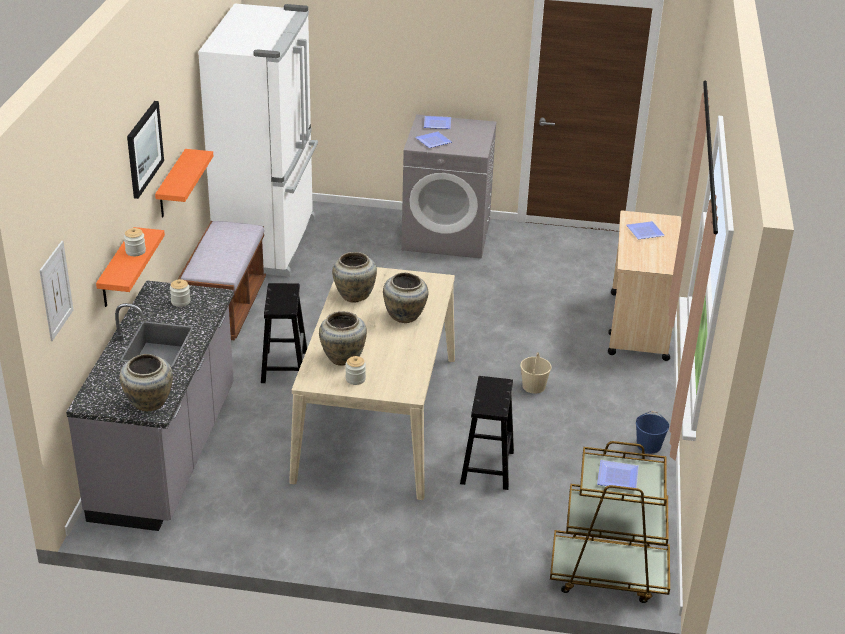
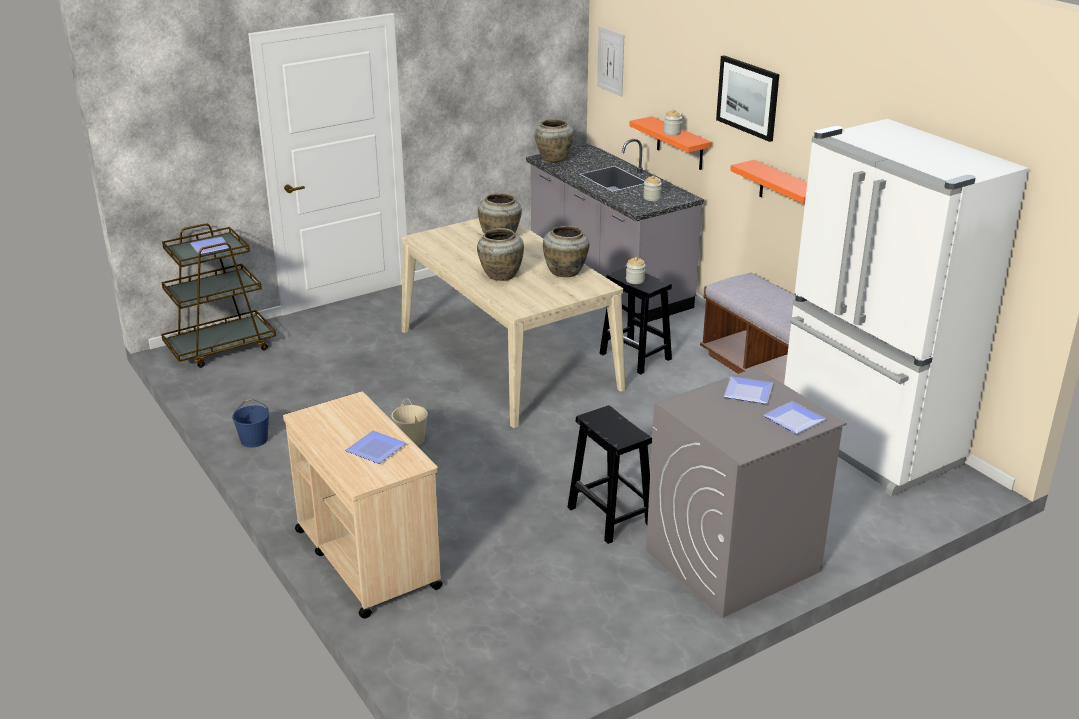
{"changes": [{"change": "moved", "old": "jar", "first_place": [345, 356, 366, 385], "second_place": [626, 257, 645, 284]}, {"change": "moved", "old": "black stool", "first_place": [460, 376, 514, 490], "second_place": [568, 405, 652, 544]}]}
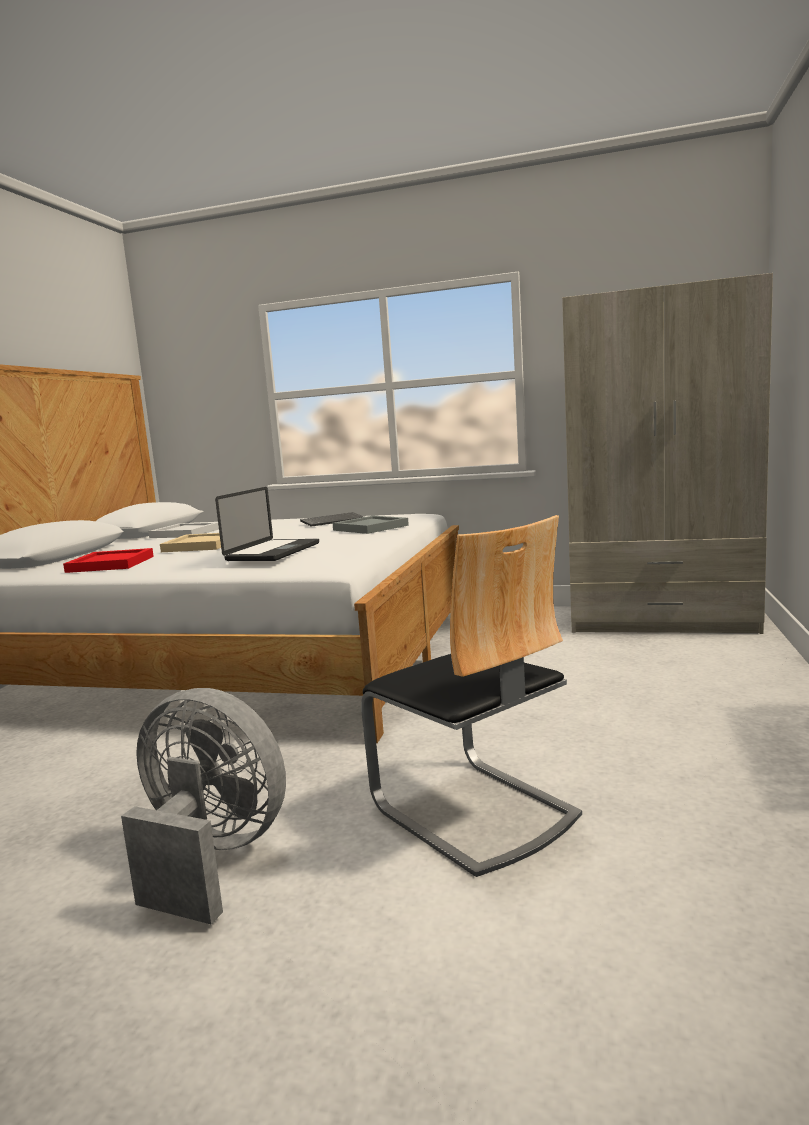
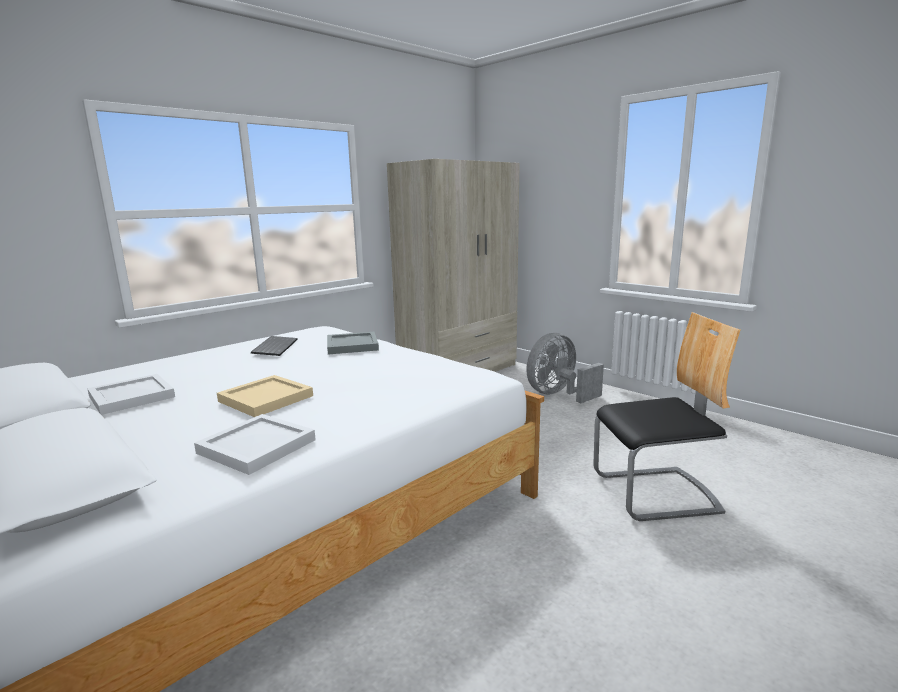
{"changes": [{"change": "removed", "old": "laptop", "first_place": [215, 487, 319, 561]}, {"change": "moved", "old": "grey fan", "first_place": [121, 688, 286, 924], "second_place": [526, 333, 604, 403]}, {"change": "recoloured", "old": "red tray", "new": "white tray", "first_place": [63, 548, 154, 573], "second_place": [194, 414, 316, 475]}]}
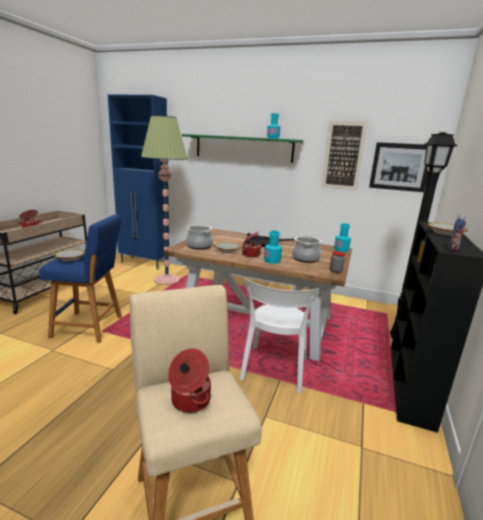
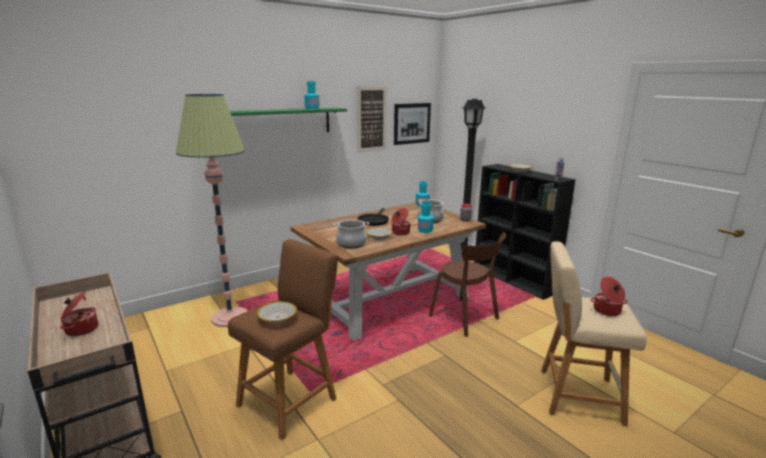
{"changes": [{"change": "removed", "old": "blue cabinet", "first_place": [108, 94, 169, 270]}, {"change": "recoloured", "old": "blue stool", "new": "brown stool", "first_place": [39, 215, 122, 343], "second_place": [228, 239, 338, 440]}, {"change": "recoloured", "old": "white chair", "new": "brown chair", "first_place": [239, 277, 319, 393], "second_place": [429, 232, 506, 337]}]}
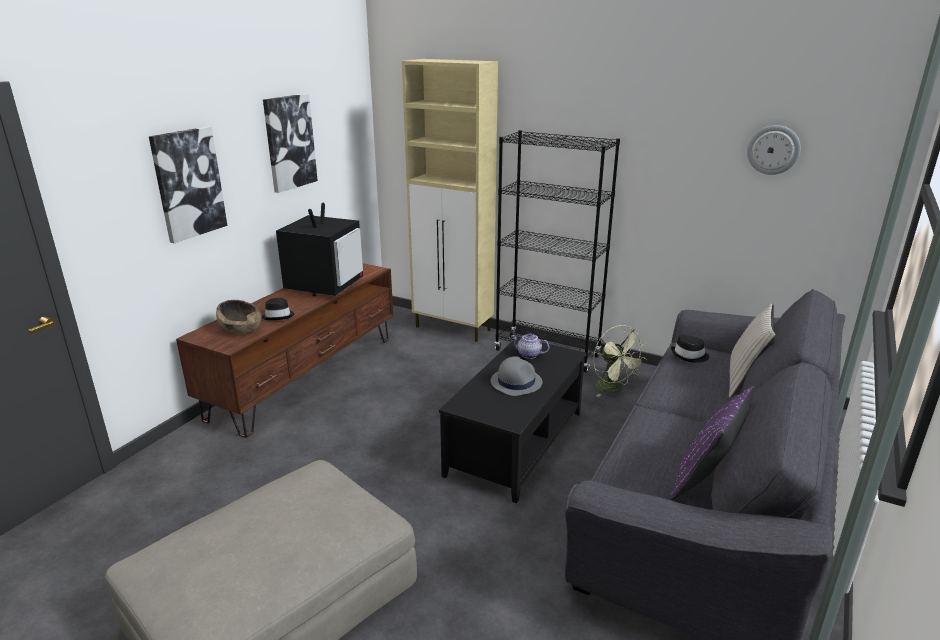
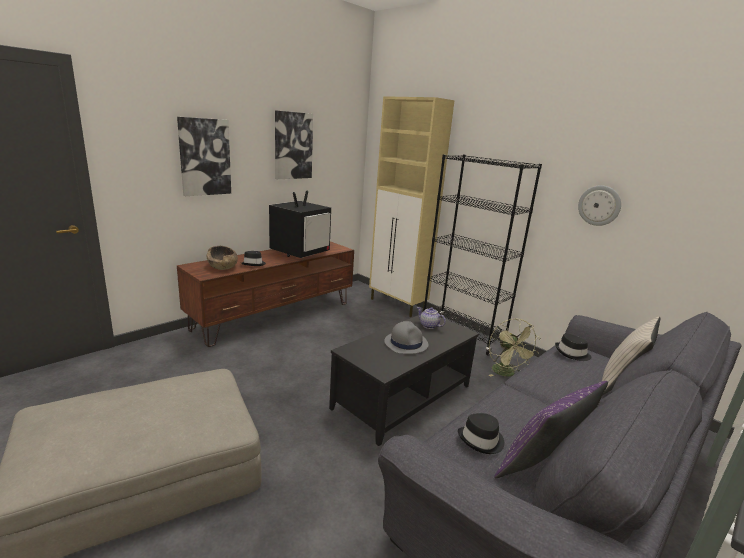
{"changes": [{"change": "added", "new": "black hat", "second_place": [458, 413, 504, 454]}, {"change": "moved", "old": "wall clock", "first_place": [747, 125, 801, 175], "second_place": [578, 185, 621, 226]}]}
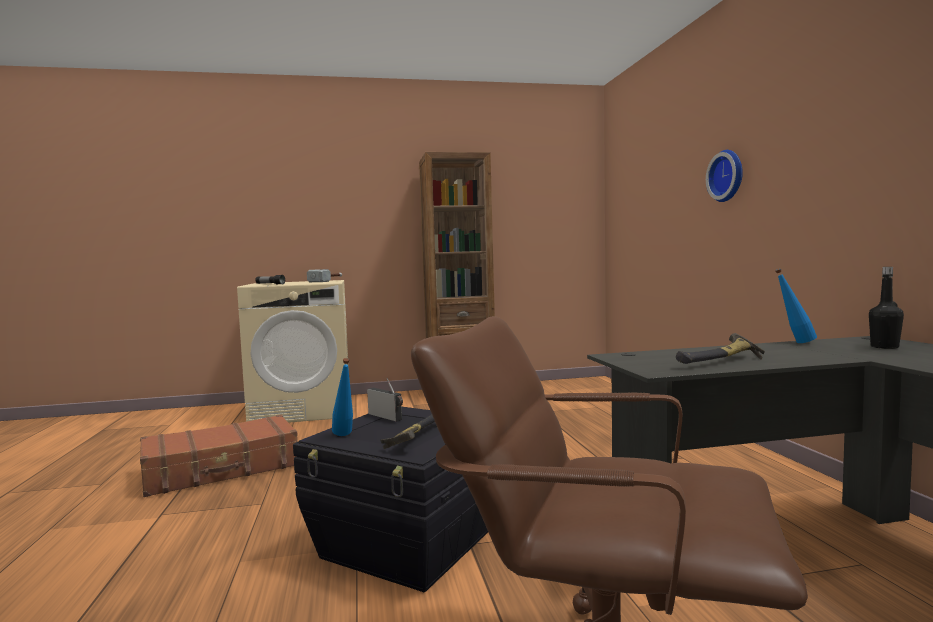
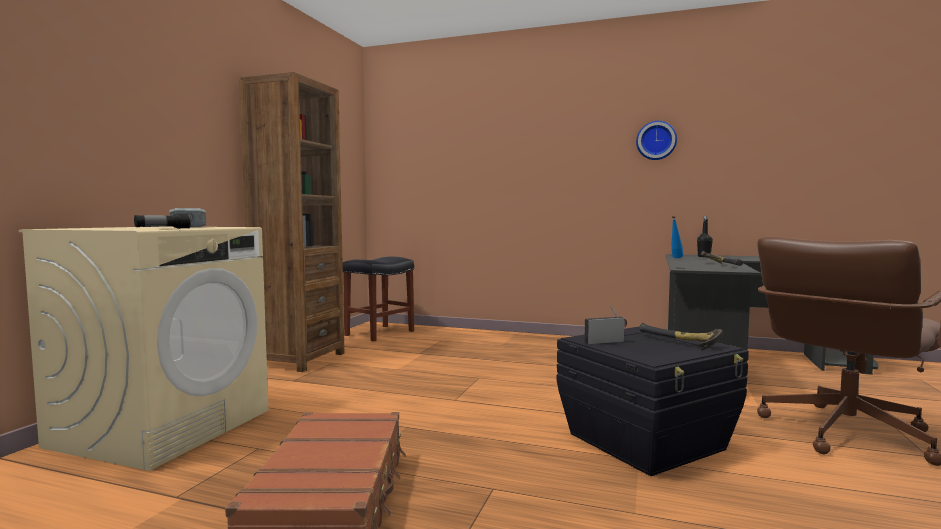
{"changes": [{"change": "removed", "old": "blue bottle", "first_place": [332, 358, 353, 436]}, {"change": "added", "new": "black stool", "second_place": [342, 257, 414, 342]}, {"change": "moved", "old": "wall clock", "first_place": [706, 150, 743, 202], "second_place": [636, 121, 677, 160]}]}
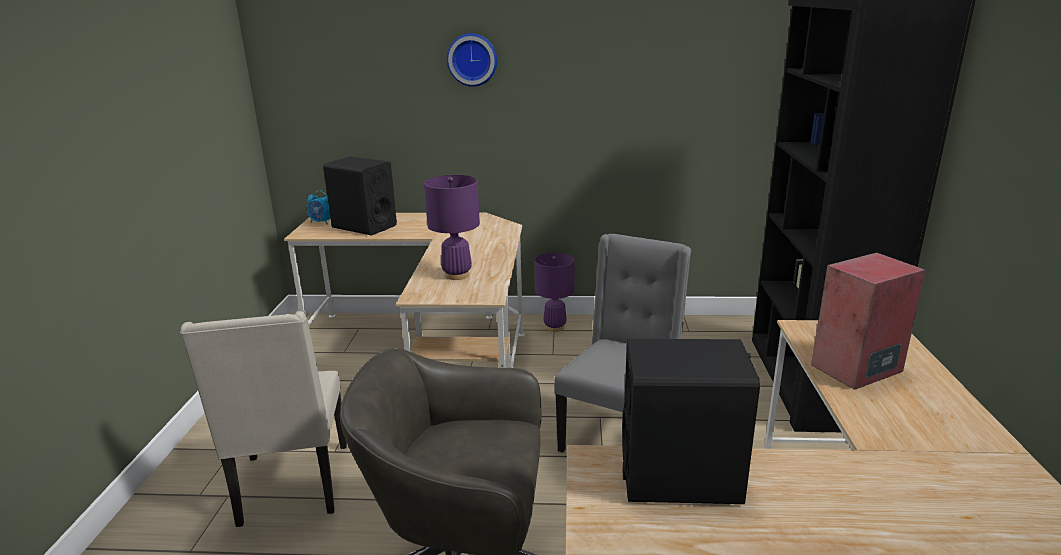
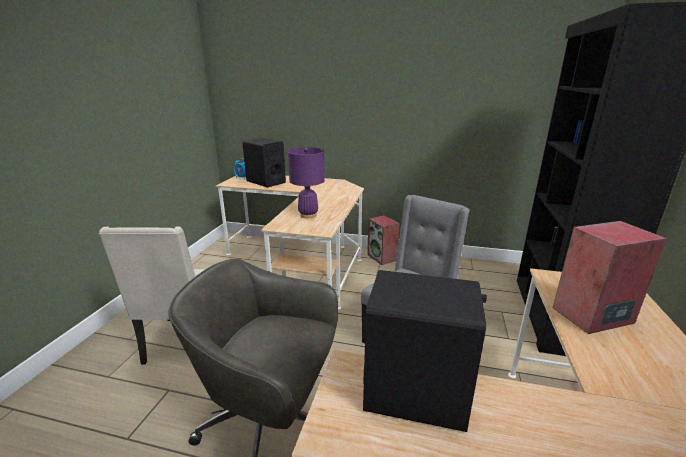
{"changes": [{"change": "removed", "old": "wall clock", "first_place": [447, 33, 497, 87]}, {"change": "replaced", "old": "purple table lamp", "new": "speaker", "first_place": [535, 252, 575, 332], "second_place": [367, 215, 400, 265]}]}
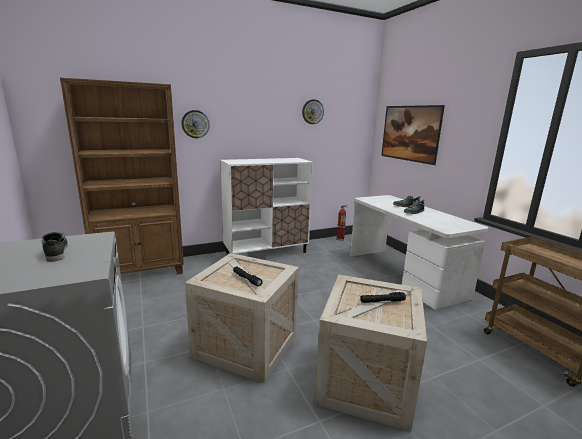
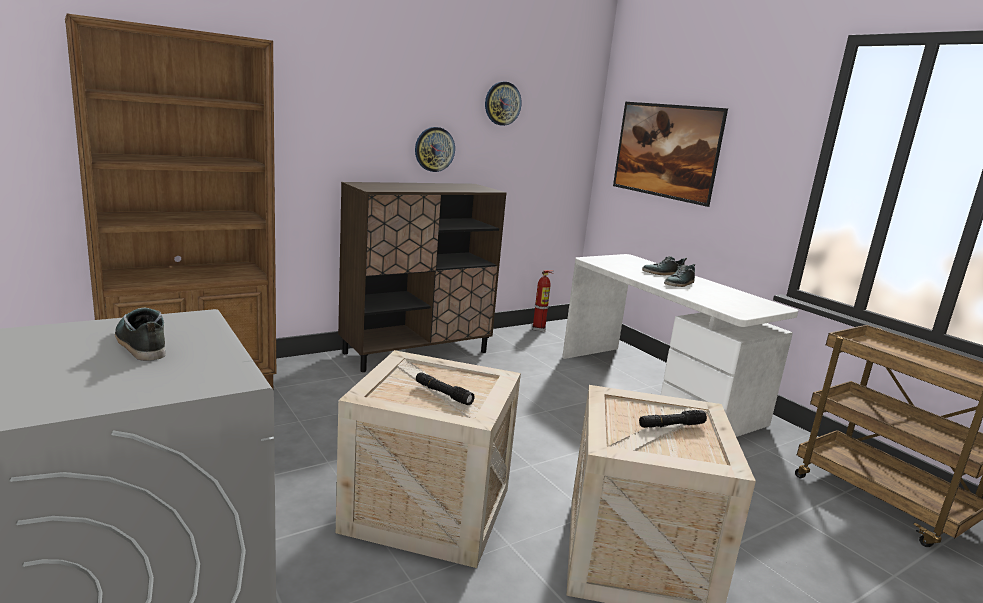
{"changes": [{"change": "moved", "old": "wall clock", "first_place": [181, 110, 210, 138], "second_place": [415, 127, 455, 172]}, {"change": "recoloured", "old": "white cabinet", "new": "brown cabinet", "first_place": [221, 158, 313, 254], "second_place": [338, 182, 506, 372]}]}
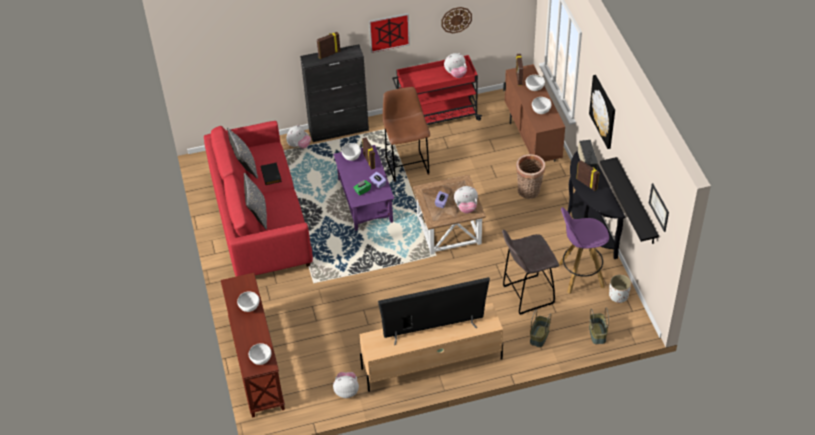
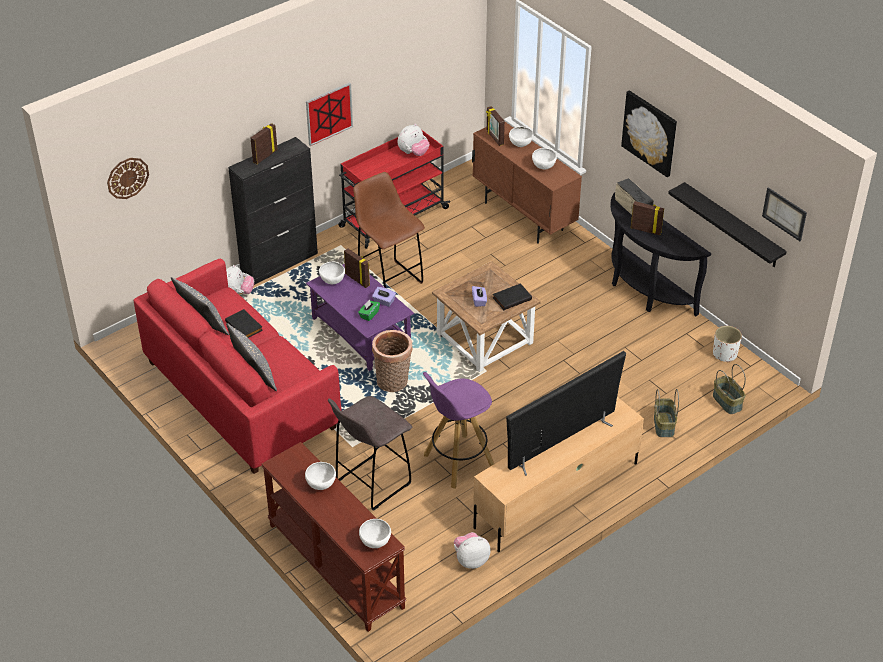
{"changes": [{"change": "moved", "old": "wall clock", "first_place": [441, 7, 472, 33], "second_place": [107, 158, 149, 199]}, {"change": "moved", "old": "grey stool", "first_place": [502, 230, 559, 315], "second_place": [328, 396, 412, 511]}, {"change": "moved", "old": "basket", "first_place": [516, 154, 545, 199], "second_place": [372, 330, 413, 392]}, {"change": "moved", "old": "purple stool", "first_place": [559, 207, 609, 294], "second_place": [423, 372, 494, 489]}, {"change": "replaced", "old": "plush toy", "new": "black book", "first_place": [454, 186, 478, 213], "second_place": [493, 283, 532, 310]}]}
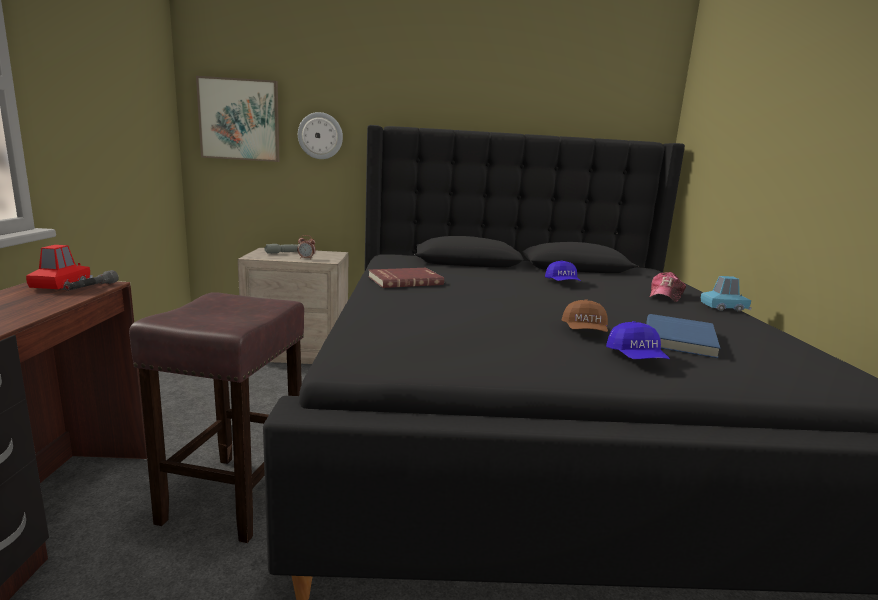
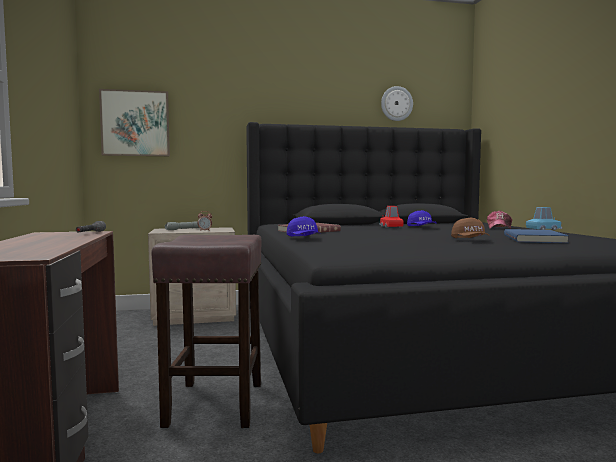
{"changes": [{"change": "moved", "old": "red toy car", "first_place": [26, 245, 93, 290], "second_place": [379, 206, 404, 228]}, {"change": "moved", "old": "wall clock", "first_place": [298, 112, 343, 159], "second_place": [381, 86, 413, 121]}, {"change": "moved", "old": "blue cap", "first_place": [606, 321, 670, 359], "second_place": [287, 216, 321, 237]}]}
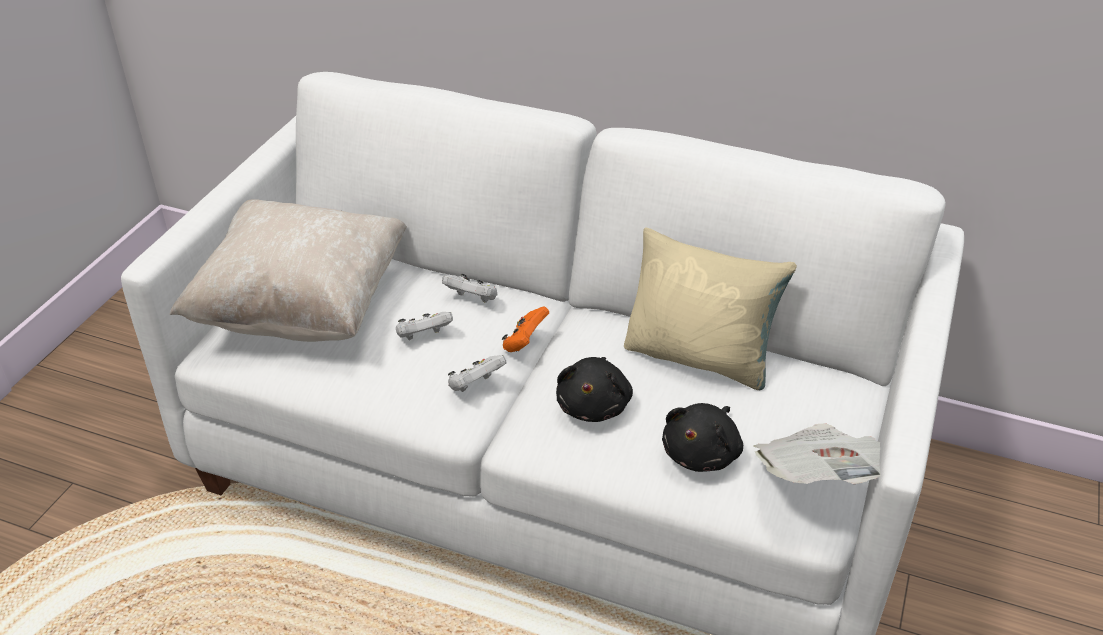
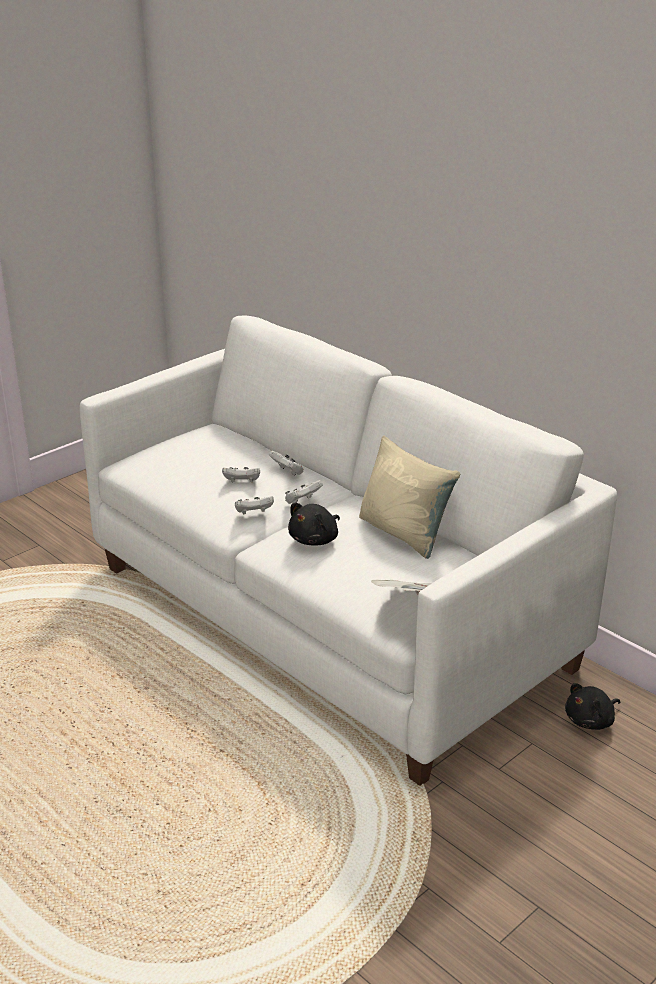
{"changes": [{"change": "removed", "old": "beige pillow", "first_place": [169, 199, 407, 342]}, {"change": "moved", "old": "black plush toy", "first_place": [662, 403, 743, 472], "second_place": [565, 683, 620, 730]}, {"change": "recoloured", "old": "orange game controller", "new": "white game controller", "first_place": [502, 306, 549, 352], "second_place": [285, 480, 323, 504]}]}
